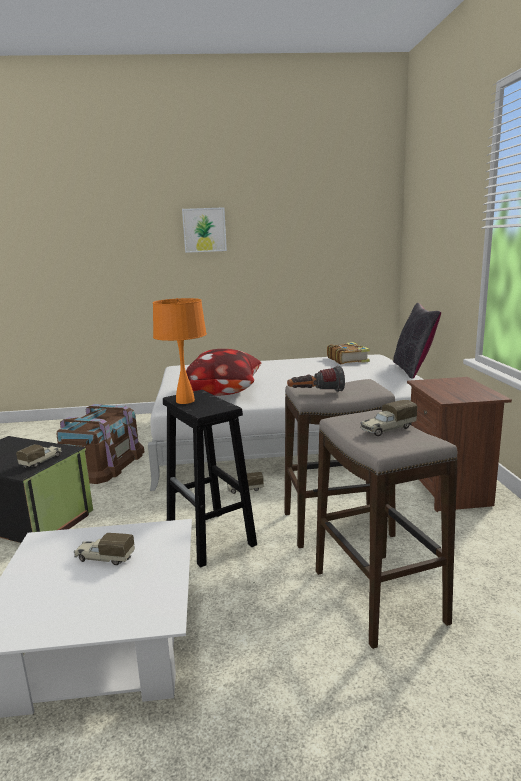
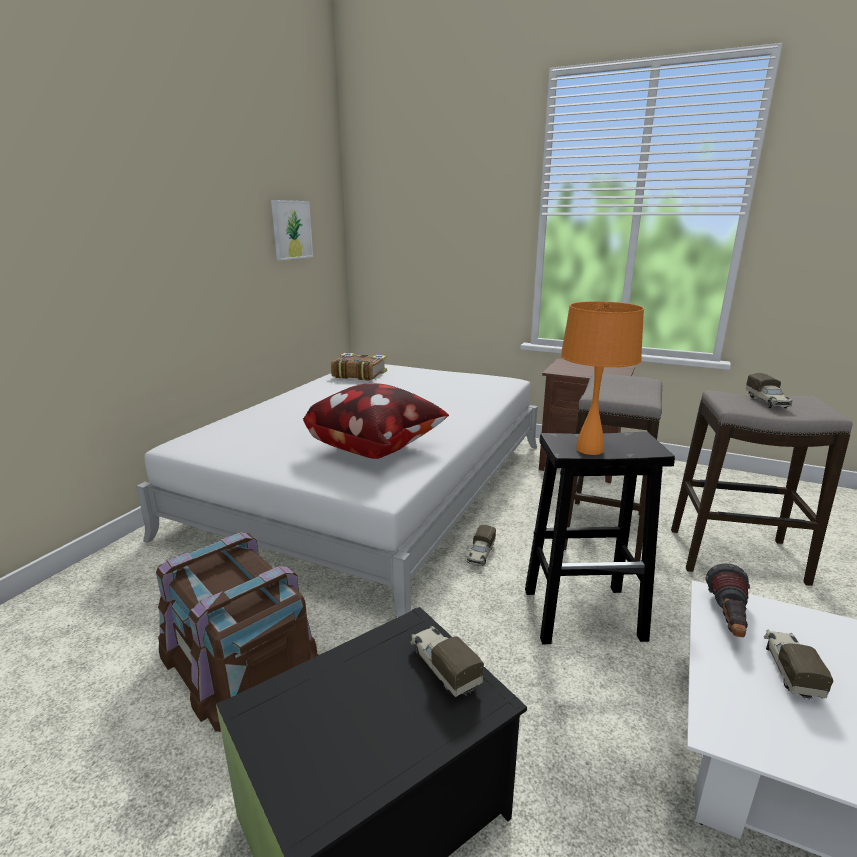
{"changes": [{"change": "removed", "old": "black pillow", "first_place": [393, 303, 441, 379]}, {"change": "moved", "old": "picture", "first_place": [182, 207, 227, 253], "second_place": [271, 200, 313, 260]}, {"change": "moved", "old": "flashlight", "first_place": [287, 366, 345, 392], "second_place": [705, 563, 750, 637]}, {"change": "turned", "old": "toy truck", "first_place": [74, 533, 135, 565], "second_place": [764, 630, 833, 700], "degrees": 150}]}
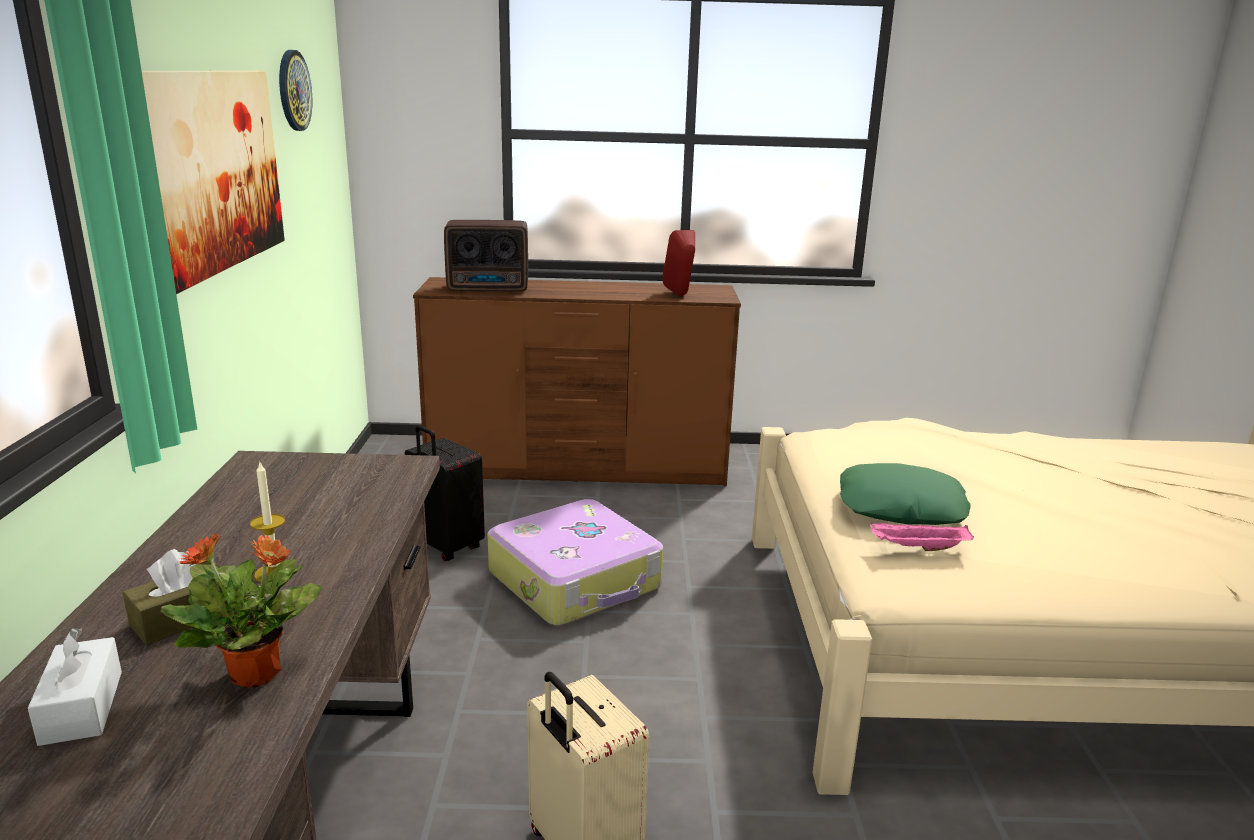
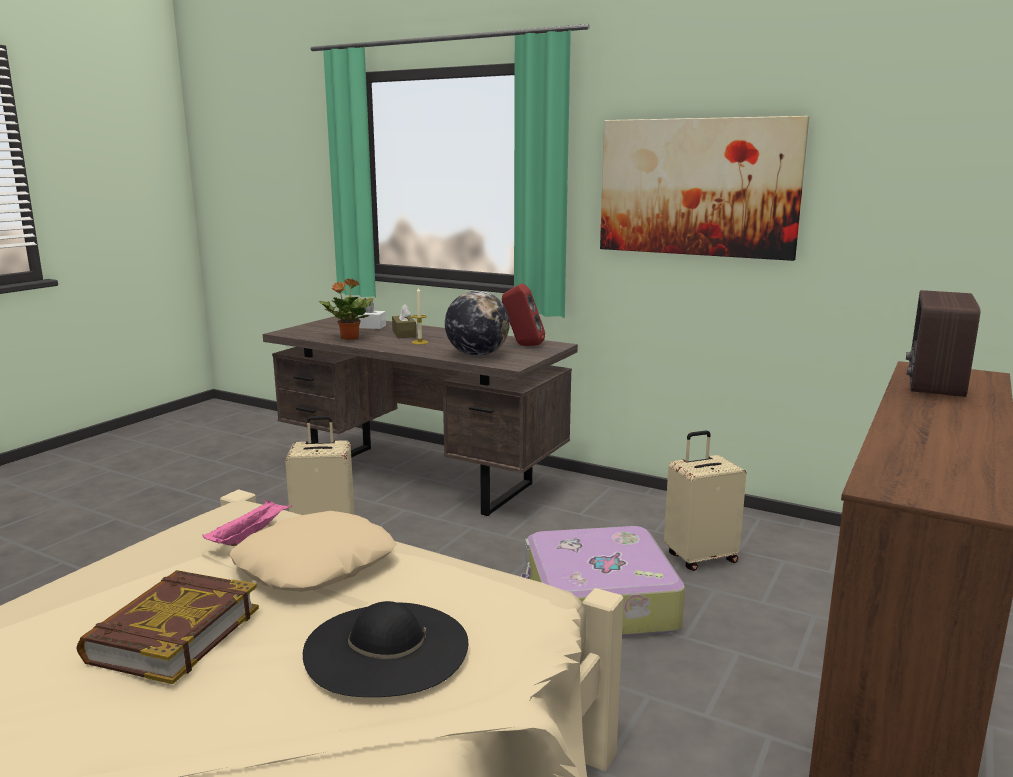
{"changes": [{"change": "removed", "old": "wall clock", "first_place": [279, 50, 312, 131]}, {"change": "added", "new": "book", "second_place": [77, 570, 259, 684]}, {"change": "added", "new": "black hat", "second_place": [303, 601, 468, 697]}, {"change": "added", "new": "globe", "second_place": [445, 291, 510, 356]}, {"change": "moved", "old": "red speaker", "first_place": [662, 230, 695, 296], "second_place": [502, 284, 545, 346]}, {"change": "recoloured", "old": "black suitcase", "new": "beige suitcase", "first_place": [405, 425, 485, 561], "second_place": [664, 431, 747, 571]}, {"change": "recoloured", "old": "green pillow", "new": "beige pillow", "first_place": [840, 463, 971, 525], "second_place": [230, 511, 396, 592]}]}
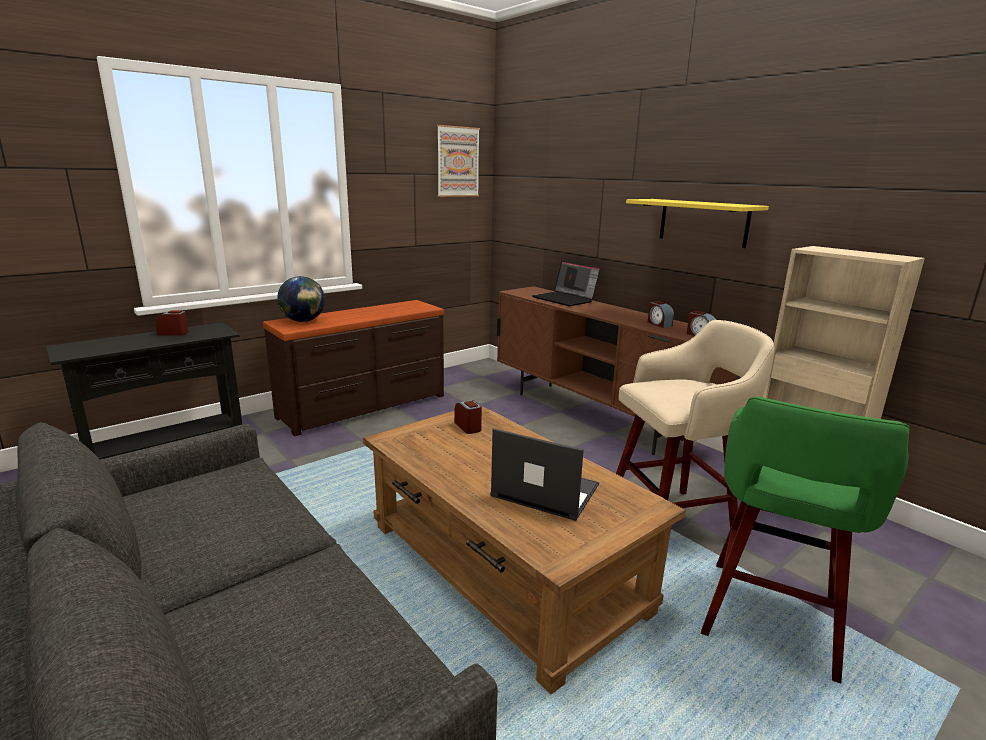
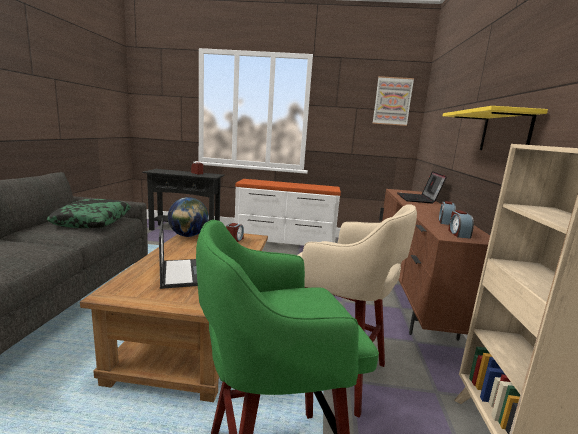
{"changes": [{"change": "added", "new": "pillow", "second_place": [47, 199, 130, 228]}, {"change": "moved", "old": "globe", "first_place": [277, 276, 325, 322], "second_place": [168, 197, 209, 237]}, {"change": "recoloured", "old": "brown dresser", "new": "white dresser", "first_place": [263, 300, 444, 436], "second_place": [235, 179, 341, 245]}]}
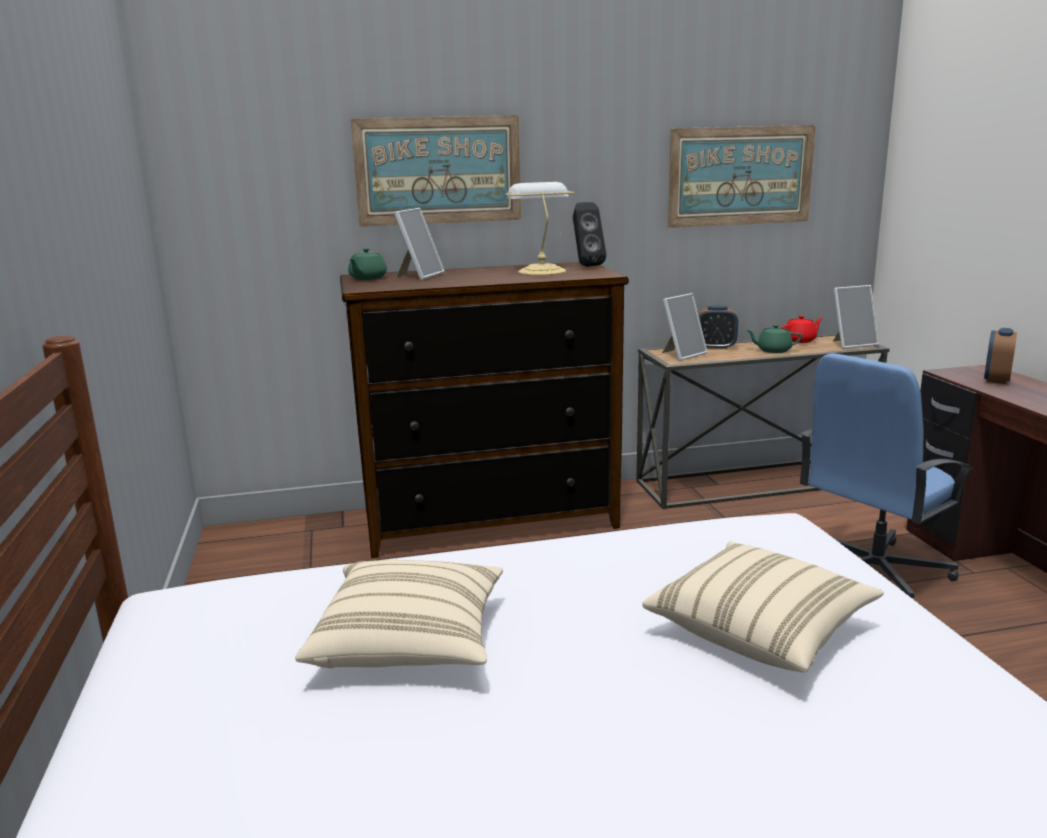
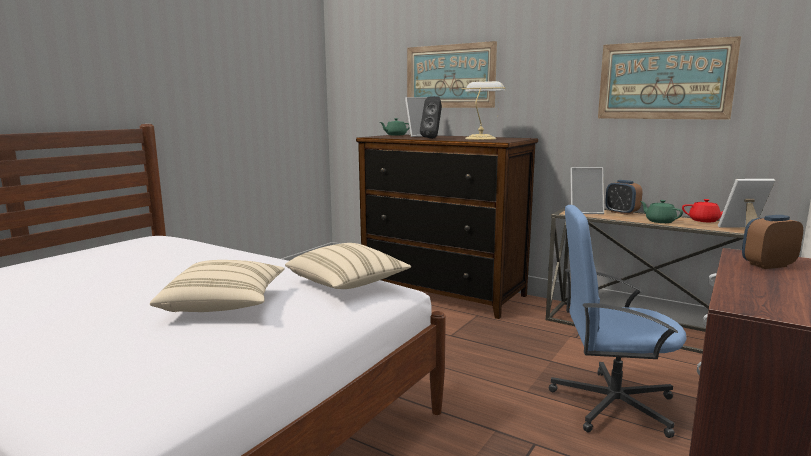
{"changes": [{"change": "moved", "old": "beige pillow", "first_place": [295, 560, 503, 668], "second_place": [285, 243, 411, 289]}, {"change": "moved", "old": "black speaker", "first_place": [573, 202, 606, 267], "second_place": [420, 96, 442, 139]}, {"change": "turned", "old": "picture frame", "first_place": [833, 285, 879, 349], "second_place": [718, 179, 775, 227], "degrees": 150}]}
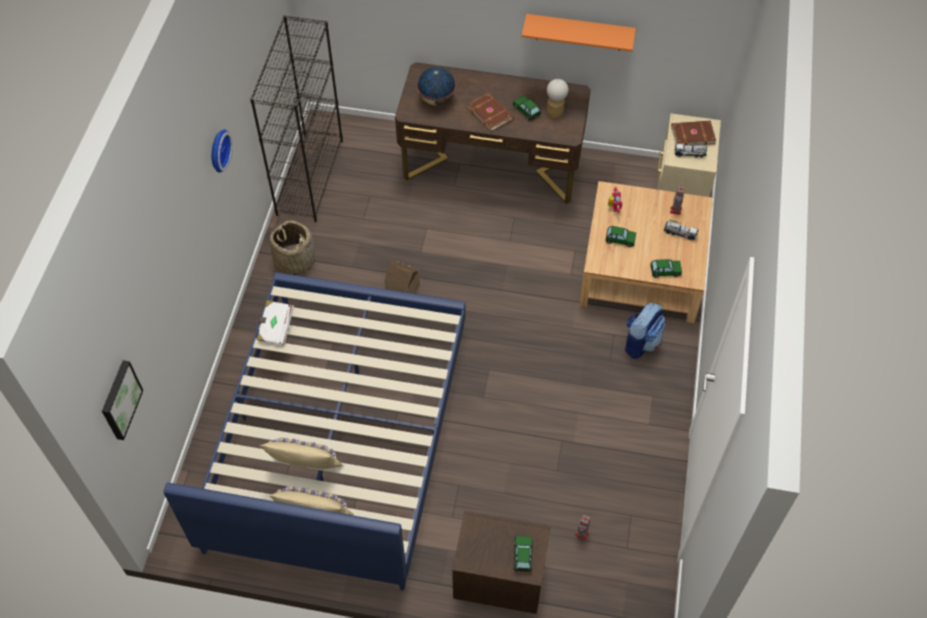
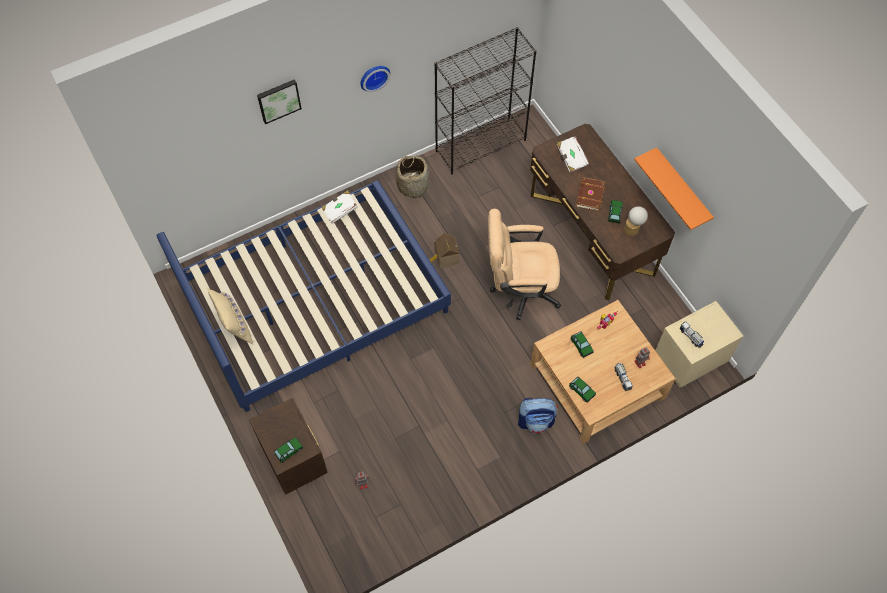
{"changes": [{"change": "removed", "old": "beige pillow", "first_place": [260, 438, 343, 469]}, {"change": "removed", "old": "brown book", "first_place": [671, 121, 716, 146]}, {"change": "added", "new": "beige office chair", "second_place": [488, 209, 561, 320]}, {"change": "moved", "old": "picture", "first_place": [102, 360, 143, 440], "second_place": [257, 79, 302, 124]}, {"change": "replaced", "old": "globe", "new": "white book", "first_place": [417, 67, 456, 106], "second_place": [556, 136, 589, 172]}]}
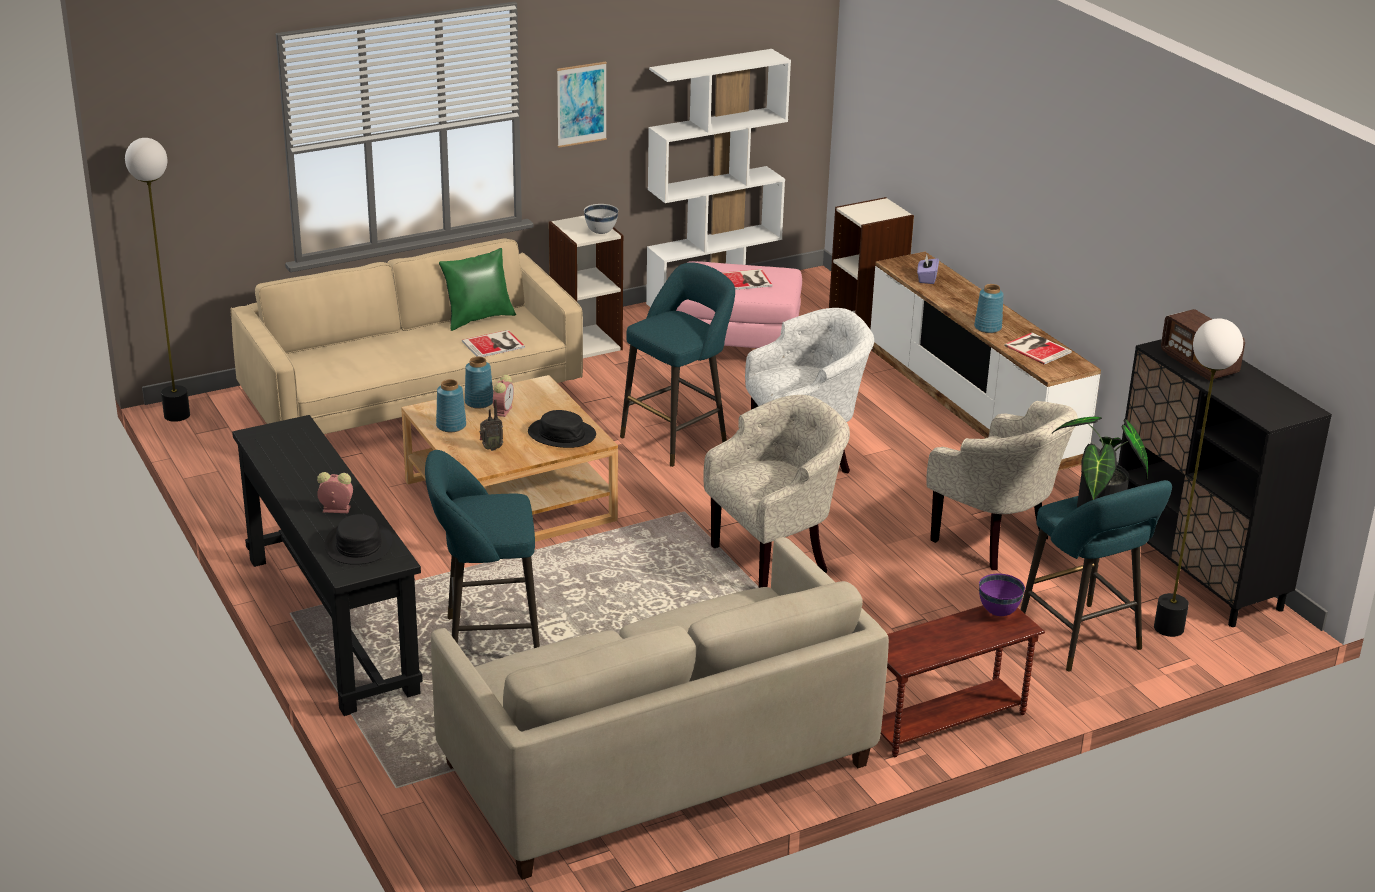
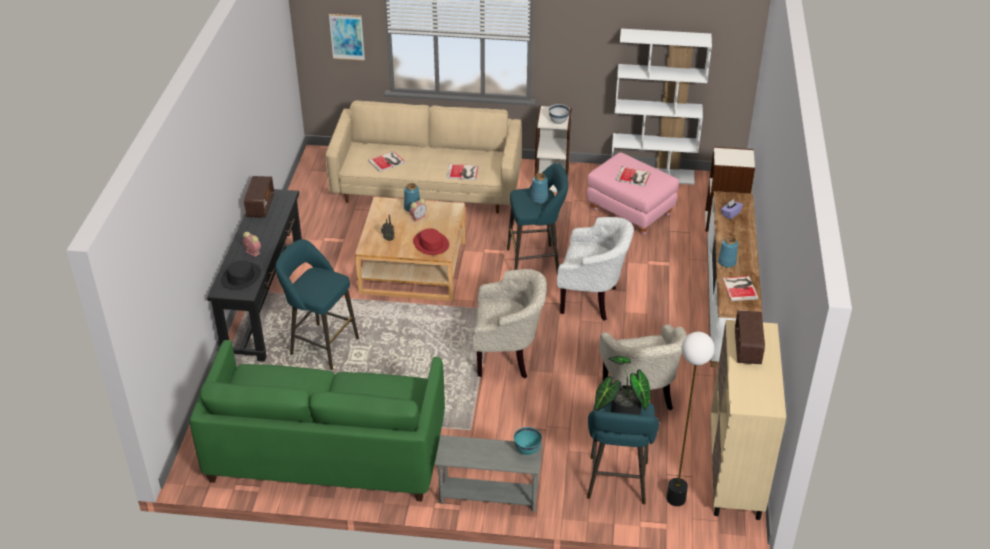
{"changes": [{"change": "removed", "old": "floor lamp", "first_place": [125, 138, 190, 422]}, {"change": "removed", "old": "green pillow", "first_place": [439, 248, 516, 331]}, {"change": "added", "new": "radio", "second_place": [244, 176, 274, 218]}, {"change": "added", "new": "book", "second_place": [368, 151, 406, 172]}, {"change": "moved", "old": "blue vase", "first_place": [436, 379, 466, 432], "second_place": [531, 173, 548, 204]}, {"change": "moved", "old": "picture", "first_place": [557, 62, 607, 147], "second_place": [329, 14, 365, 61]}, {"change": "recoloured", "old": "beige sofa", "new": "green sofa", "first_place": [431, 537, 889, 880], "second_place": [189, 340, 445, 501]}, {"change": "recoloured", "old": "black hat", "new": "red hat", "first_place": [528, 410, 596, 448], "second_place": [413, 228, 449, 255]}, {"change": "recoloured", "old": "brown side table", "new": "grey side table", "first_place": [881, 605, 1045, 757], "second_place": [434, 435, 543, 512]}, {"change": "recoloured", "old": "purple bowl", "new": "turquoise bowl", "first_place": [979, 574, 1025, 616], "second_place": [514, 427, 542, 455]}, {"change": "recoloured", "old": "black cabinet", "new": "beige cabinet", "first_place": [1118, 339, 1332, 627], "second_place": [711, 320, 786, 520]}]}
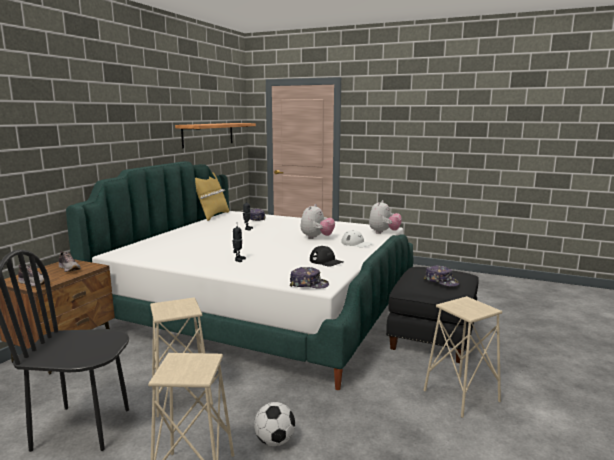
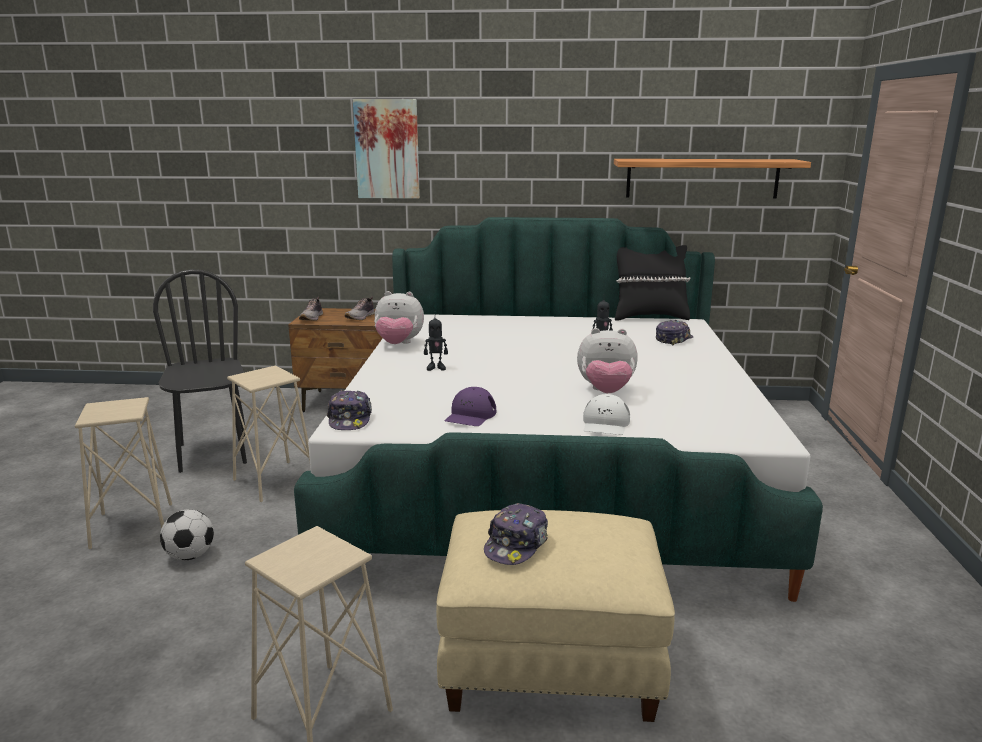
{"changes": [{"change": "added", "new": "picture", "second_place": [353, 99, 420, 199]}, {"change": "moved", "old": "plush toy", "first_place": [369, 200, 402, 234], "second_place": [374, 291, 424, 344]}, {"change": "recoloured", "old": "yellow pillow", "new": "black pillow", "first_place": [195, 172, 229, 221], "second_place": [615, 245, 691, 321]}, {"change": "recoloured", "old": "black cap", "new": "purple cap", "first_place": [310, 246, 343, 267], "second_place": [445, 387, 496, 426]}, {"change": "recoloured", "old": "black ottoman", "new": "beige ottoman", "first_place": [386, 267, 479, 363], "second_place": [436, 510, 675, 722]}]}
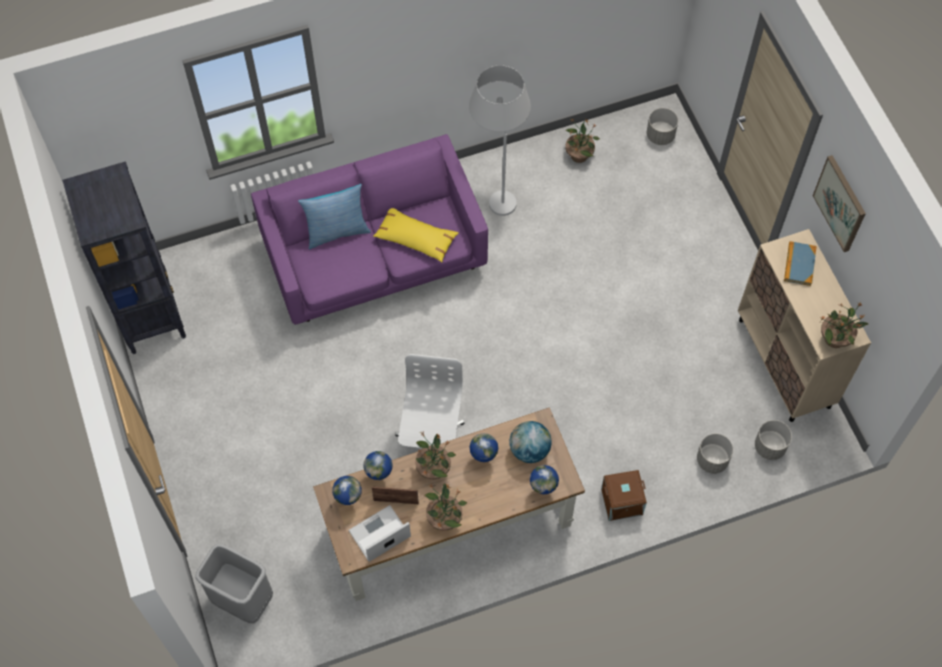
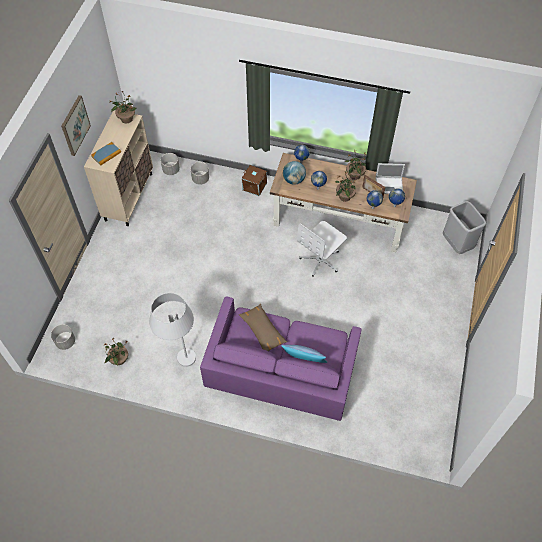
{"changes": [{"change": "removed", "old": "black bookcase", "first_place": [62, 161, 186, 354]}, {"change": "recoloured", "old": "yellow pillow", "new": "brown pillow", "first_place": [373, 208, 459, 262], "second_place": [239, 304, 287, 351]}]}
